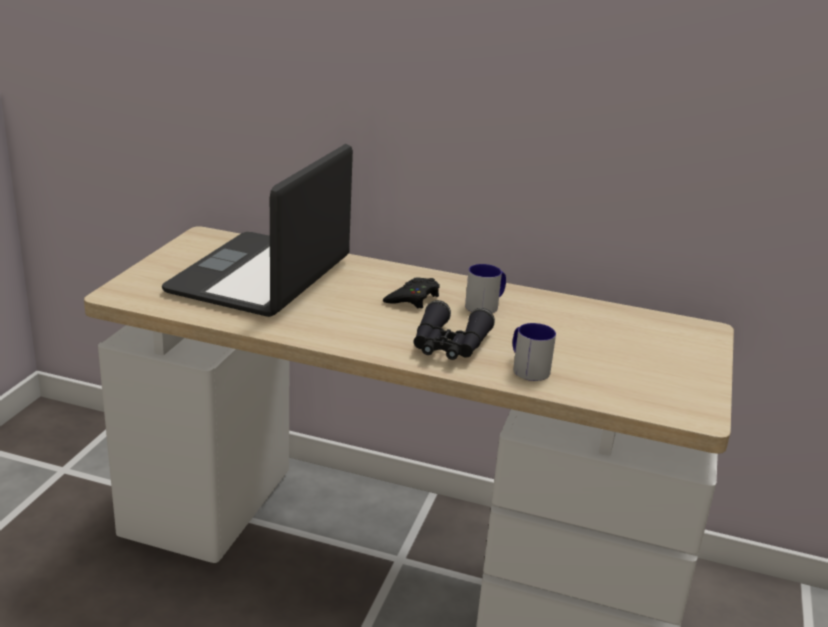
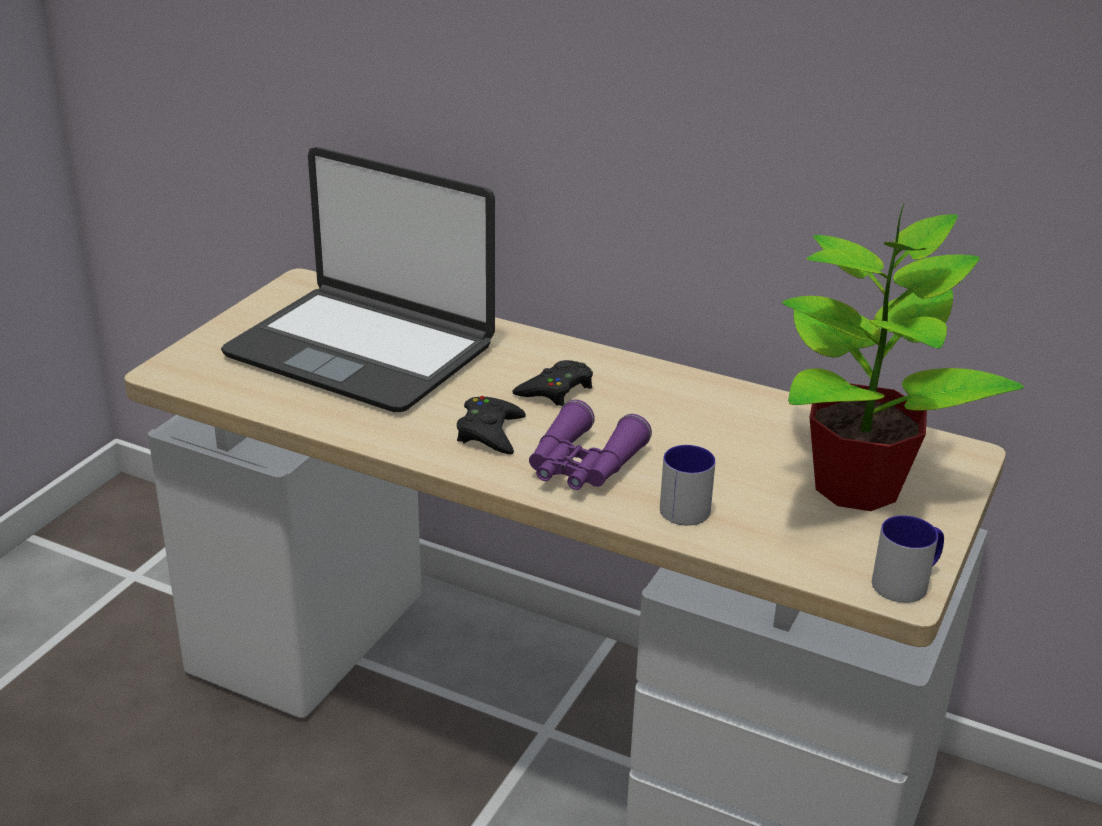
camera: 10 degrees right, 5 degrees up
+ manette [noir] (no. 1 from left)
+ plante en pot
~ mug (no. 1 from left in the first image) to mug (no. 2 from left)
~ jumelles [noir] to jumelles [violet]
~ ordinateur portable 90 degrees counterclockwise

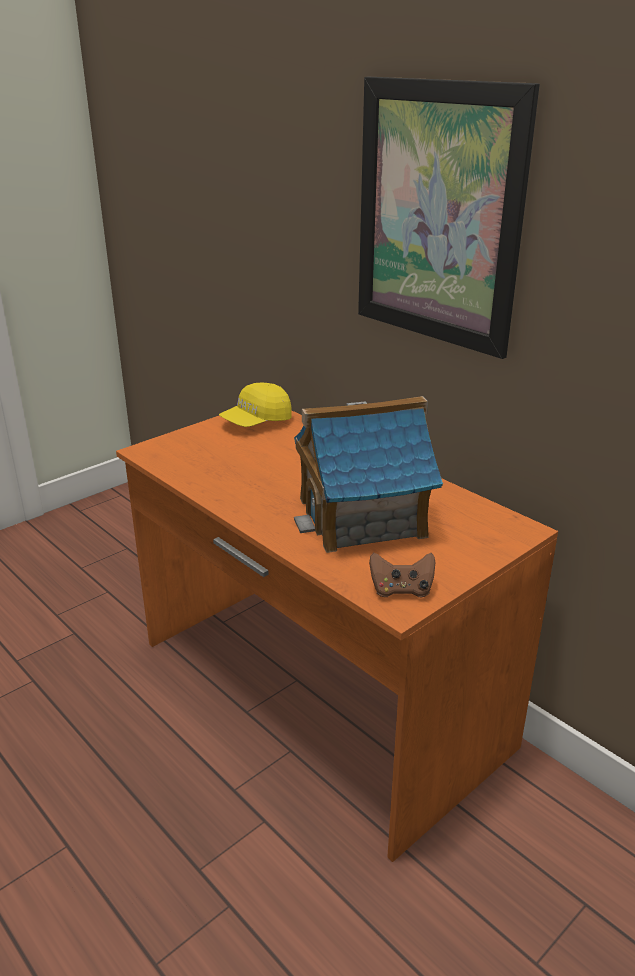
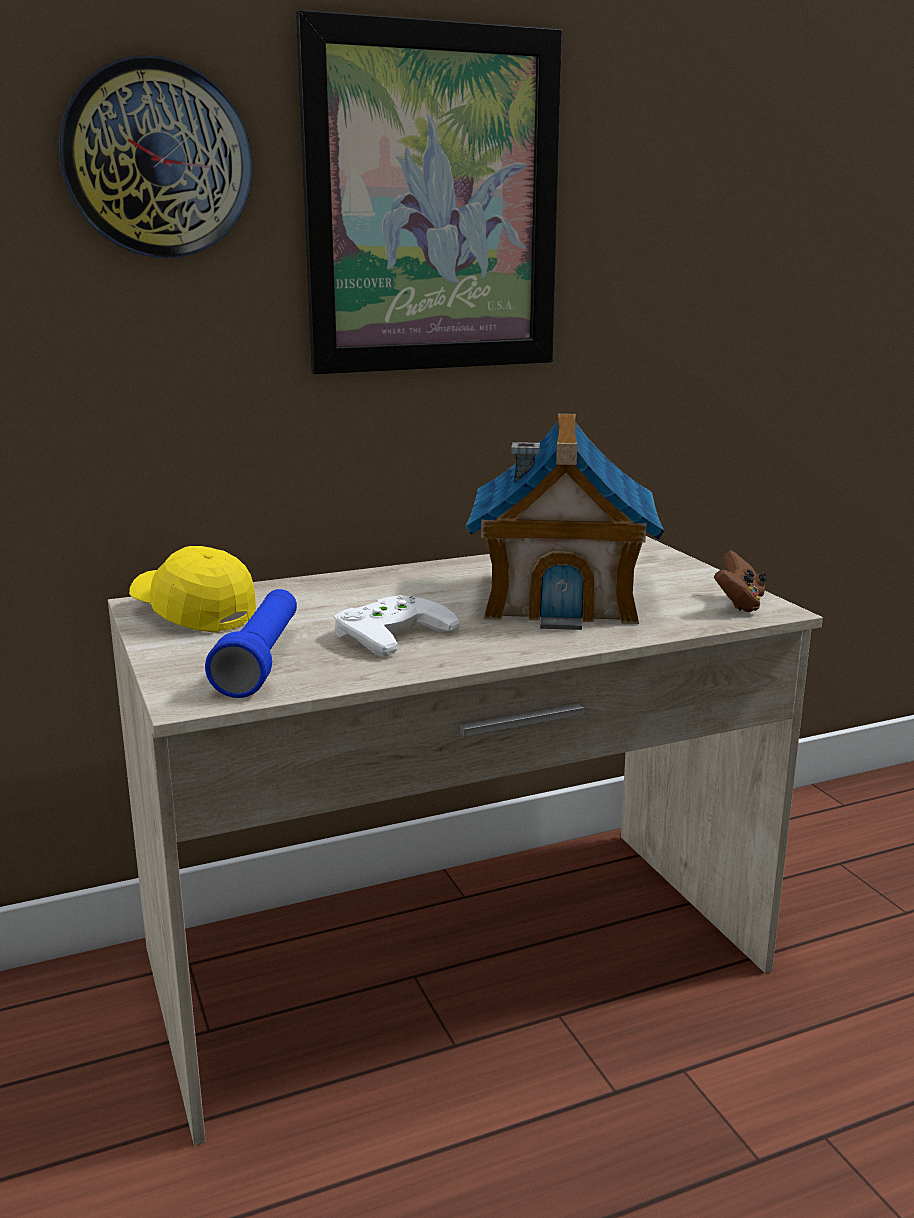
camera: 70 degrees left, 10 degrees down
+ horloge murale
+ lampe de poche [bleu]
+ manette [blanc]
~ bureau [orange] to bureau [beige]
~ casquette [jaune] 150 degrees clockwise

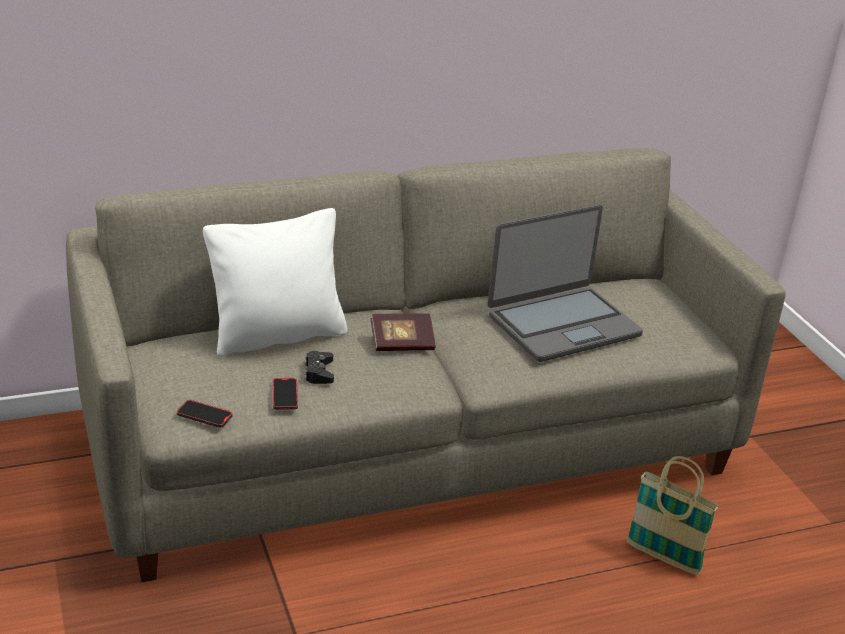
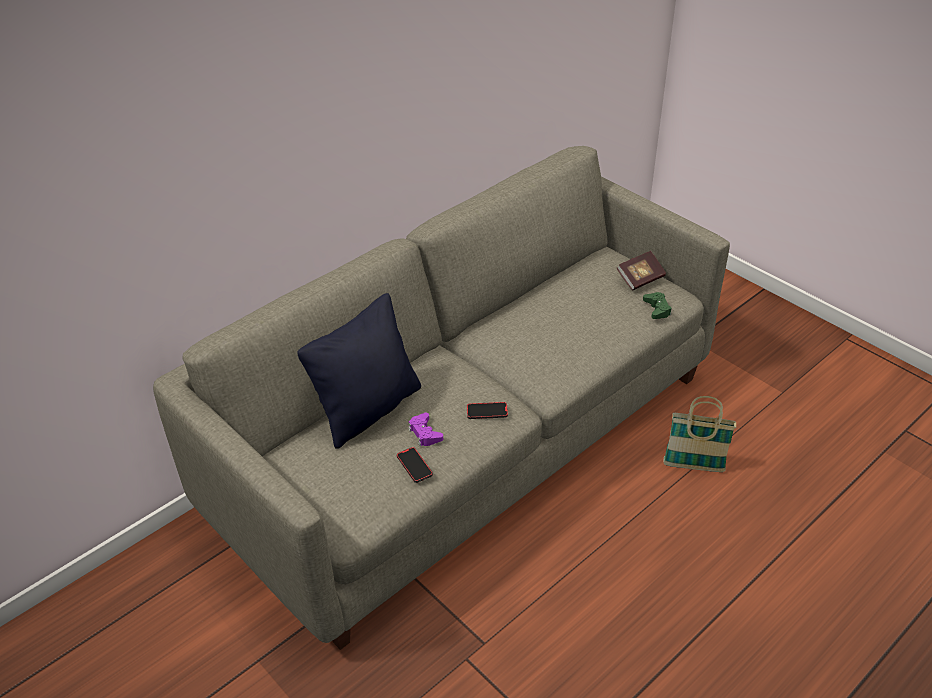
camera: 20 degrees left, 10 degrees up
- ordinateur portable
+ manette [vert]
~ téléphone (no. 1 from left in the first image) to téléphone (no. 2 from left)
~ livre
~ coussin [blanc] to coussin [noir]
~ manette [noir] to manette [violet]

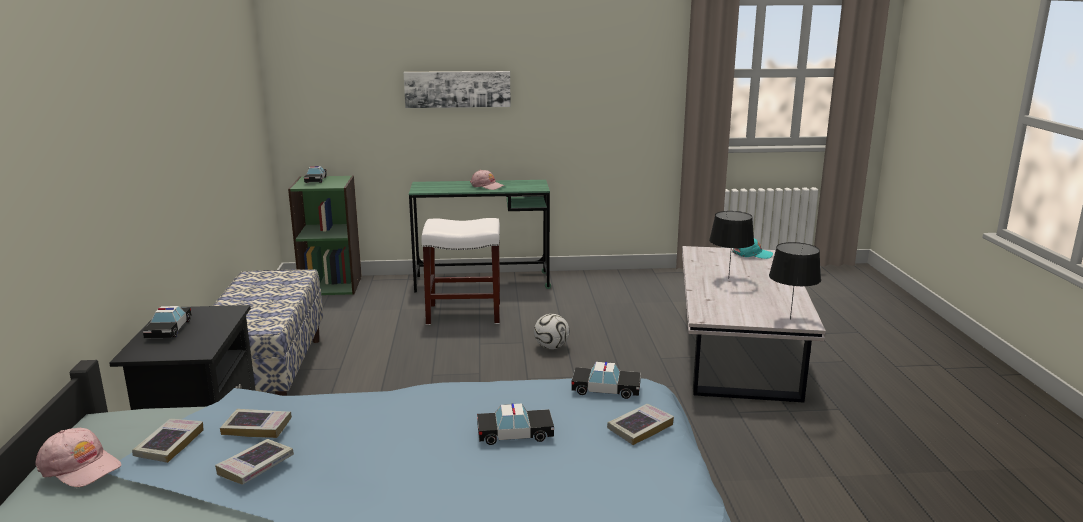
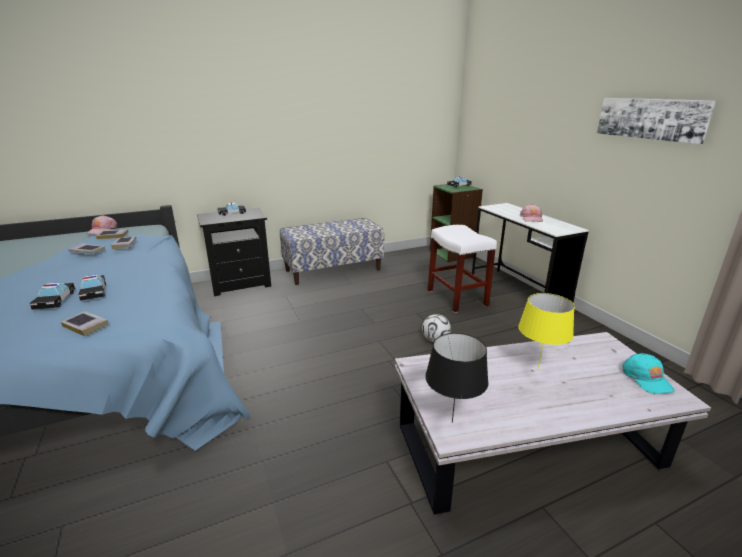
camera: 70 degrees right, 5 degrees up
~ tableau
~ petite voiture (no. 4 from left in the first image) to petite voiture (no. 1 from left)
~ bureau [vert] to bureau [blanc]
~ lampe de table [noir] (no. 1 from left) to lampe de table [jaune]

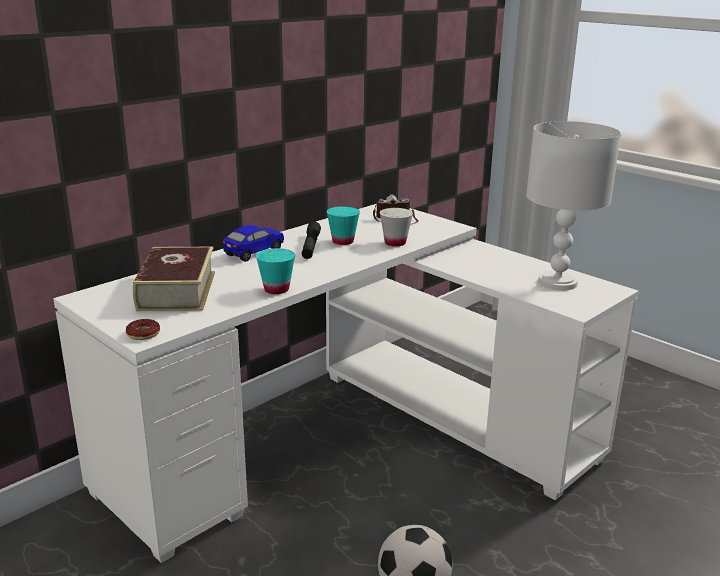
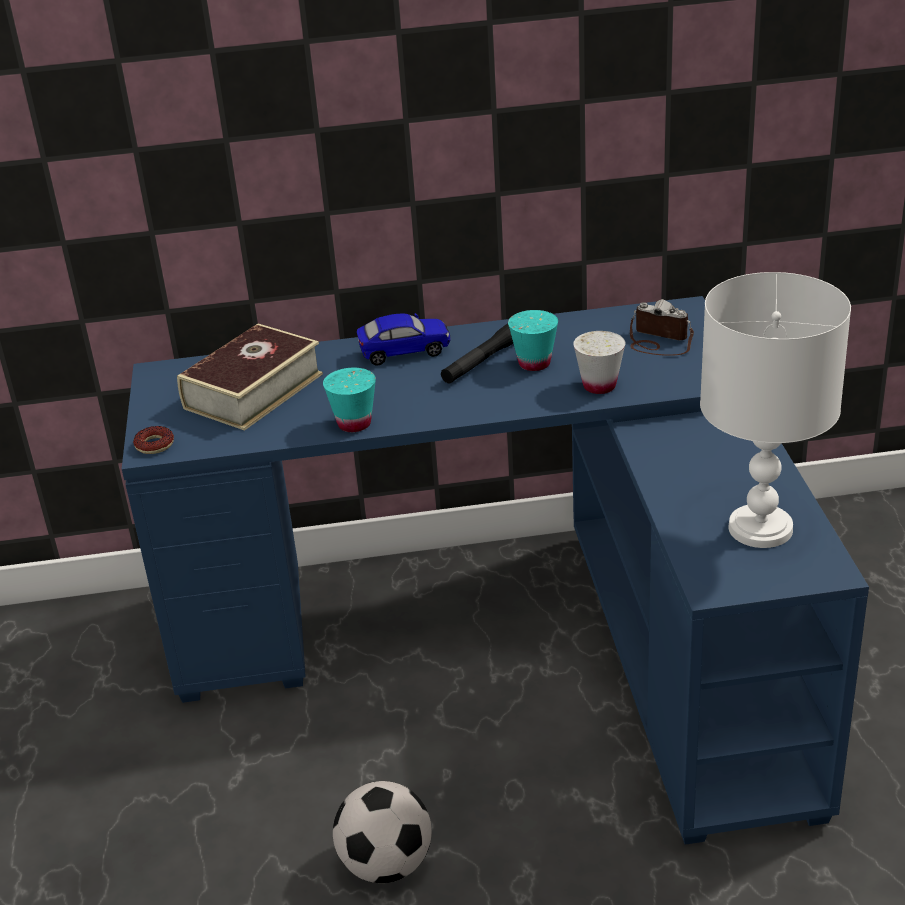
camera: 40 degrees right, 10 degrees up
~ bureau [blanc] to bureau [bleu]

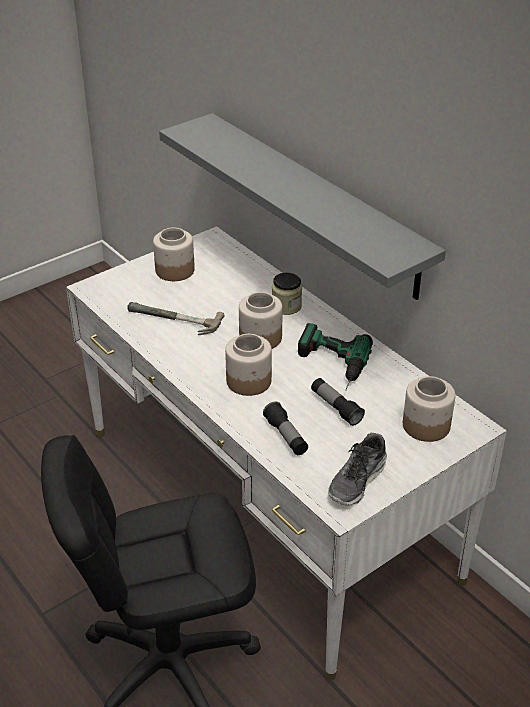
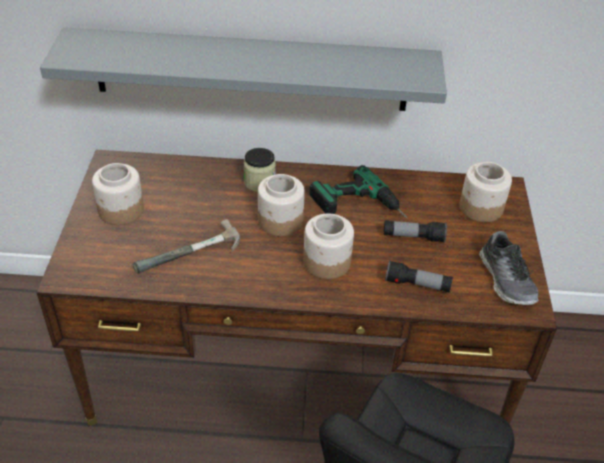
camera: 50 degrees left, 5 degrees up
~ bureau [blanc] to bureau [marron]

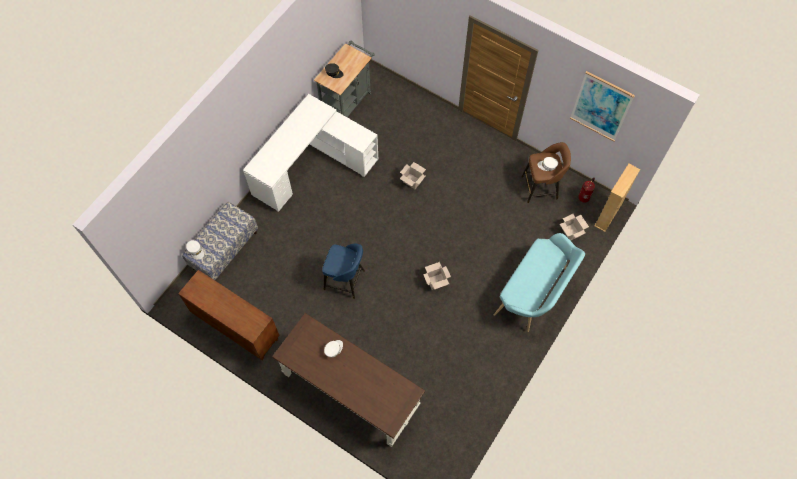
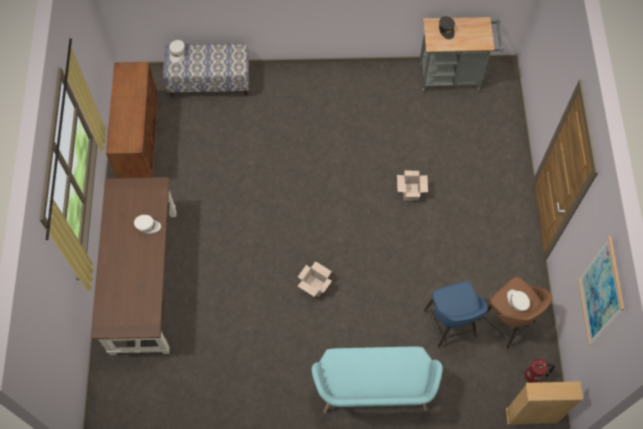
camera: 55 degrees right, 0 degrees up
- bureau [blanc]
- carton (no. 3 from left)
~ tabouret [bleu]

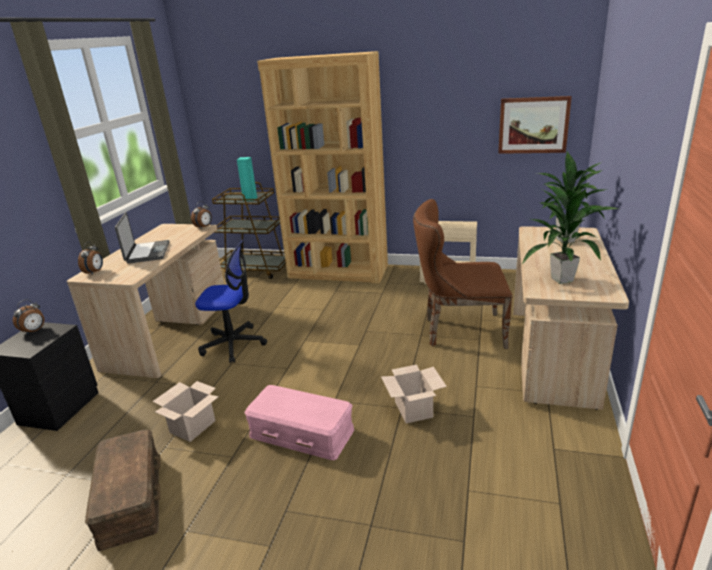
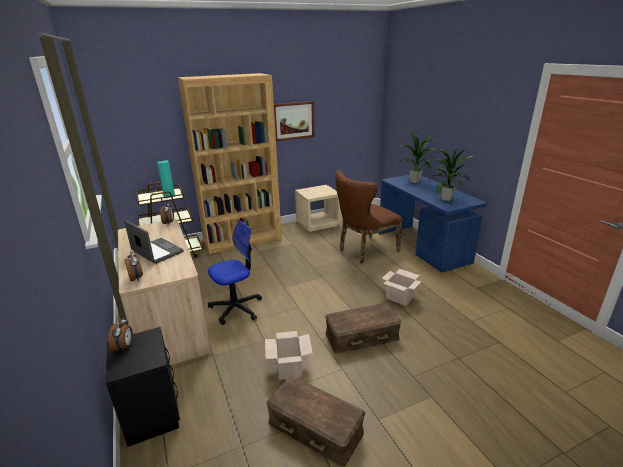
camera: 40 degrees left, 0 degrees up
~ tableau
~ boîte de rangement [rose] to boîte de rangement [marron] (no. 2 from left)
~ bureau [beige] (no. 2 from left) to bureau [bleu]

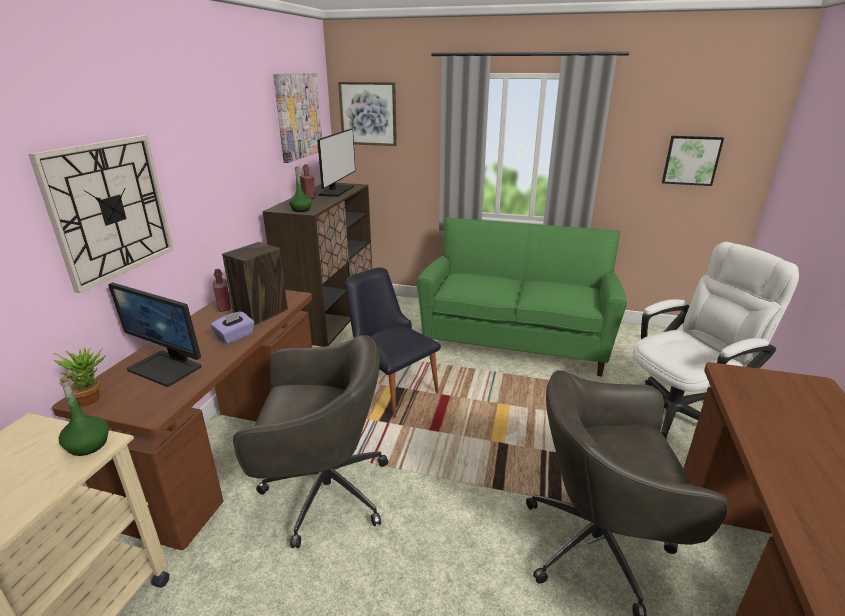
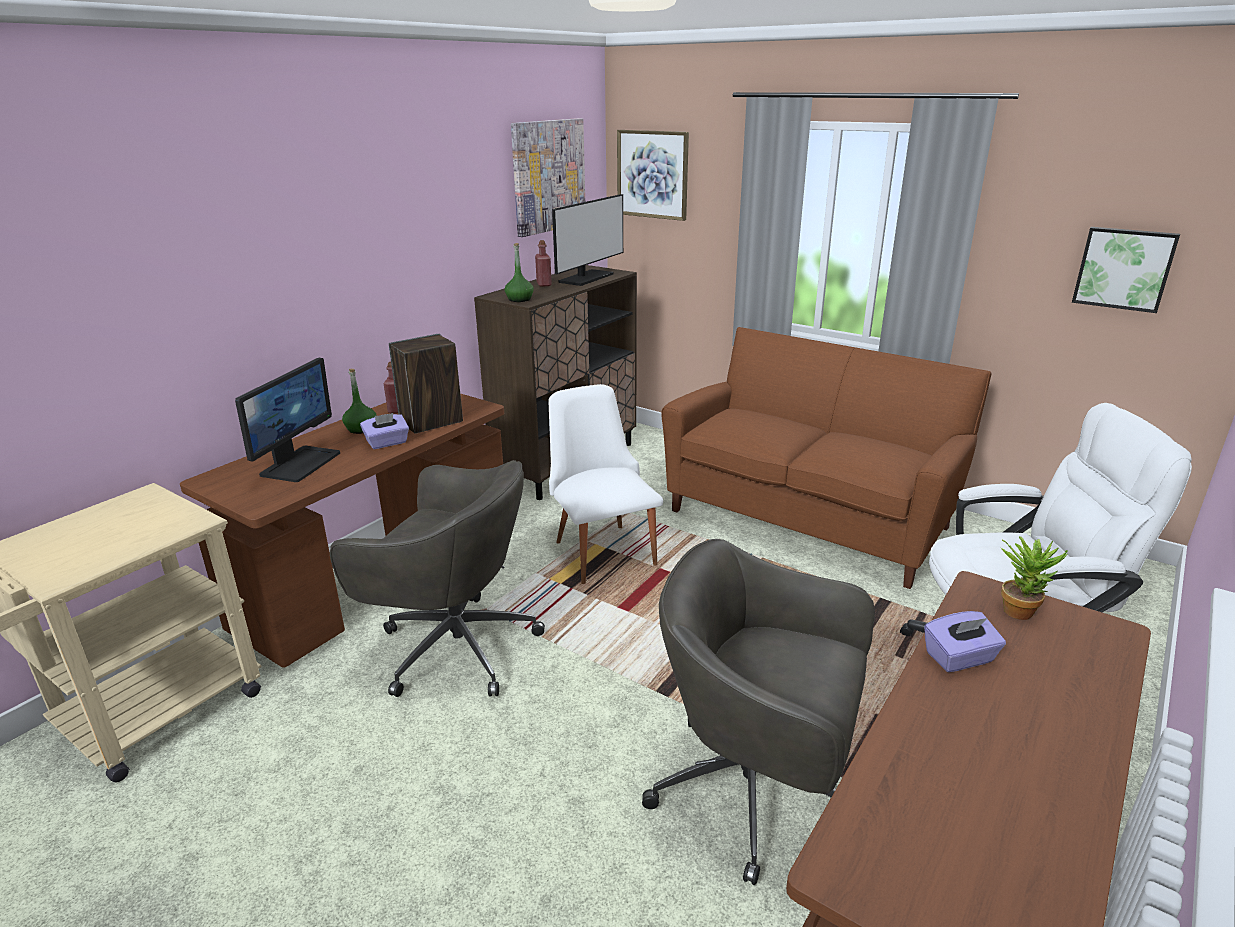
camera: 20 degrees right, 0 degrees up
- horloge murale
+ boîte à mouchoirs [violet] (no. 2 from left)
~ plante en pot
~ bouteille [vert] (no. 1 from left)
~ chaise [noir] to chaise [blanc]
~ canapé [vert] to canapé [marron]
~ écran d'ordinateur (no. 1 from left) 120 degrees counterclockwise

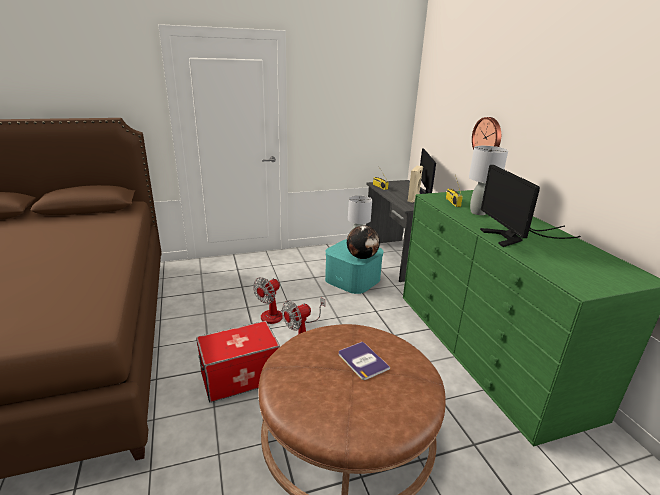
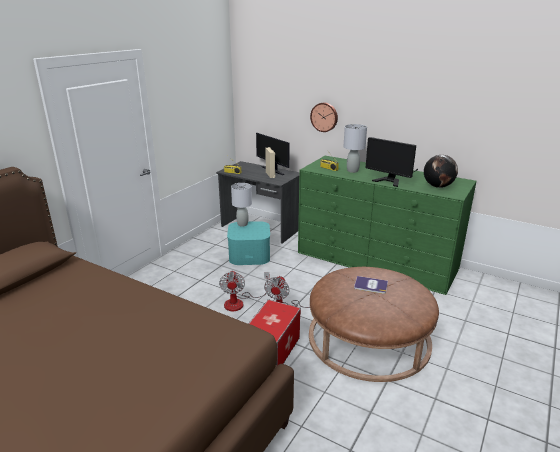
camera: 40 degrees left, 0 degrees up
~ globe

